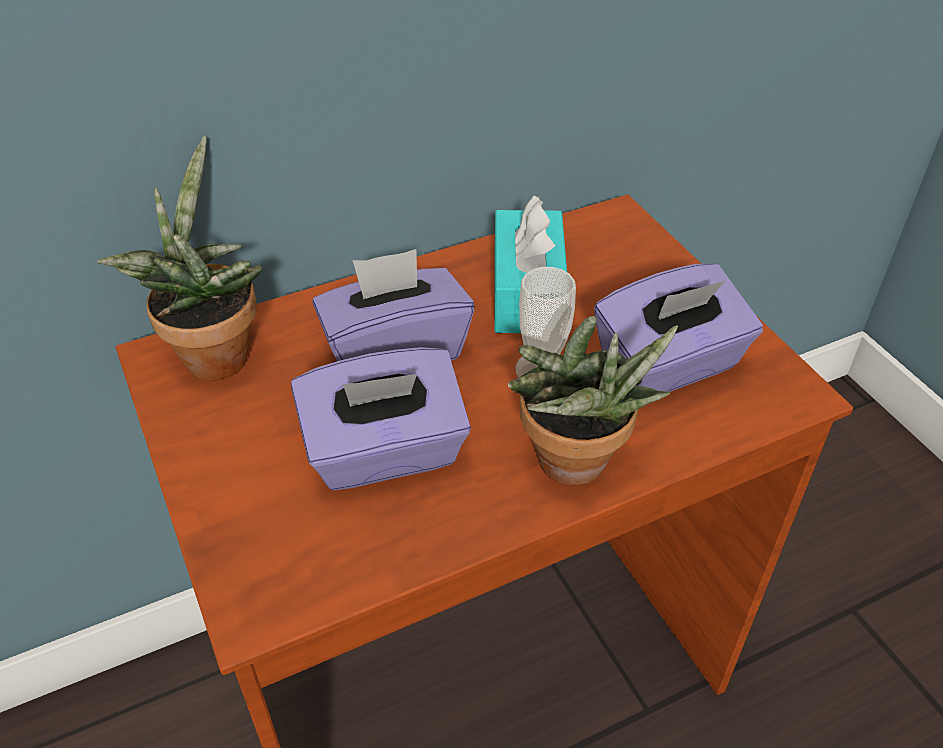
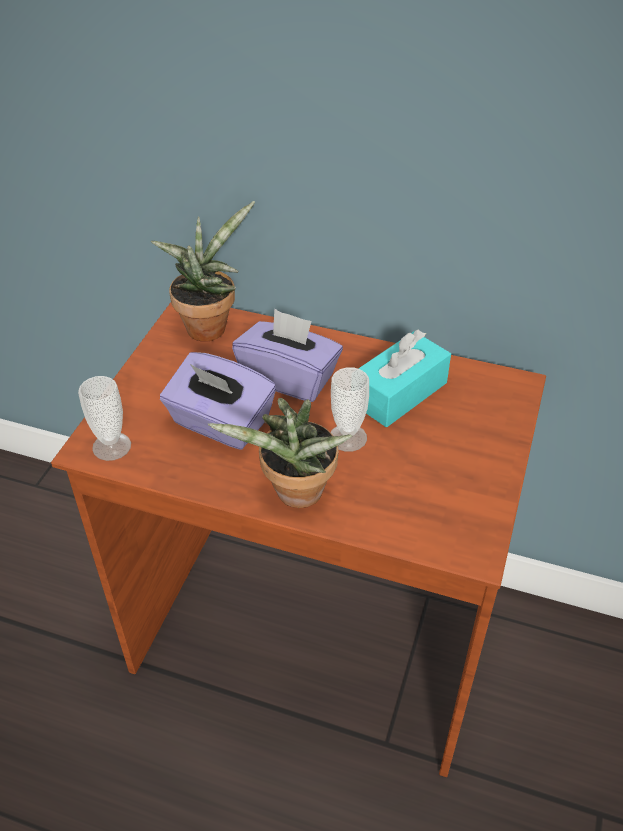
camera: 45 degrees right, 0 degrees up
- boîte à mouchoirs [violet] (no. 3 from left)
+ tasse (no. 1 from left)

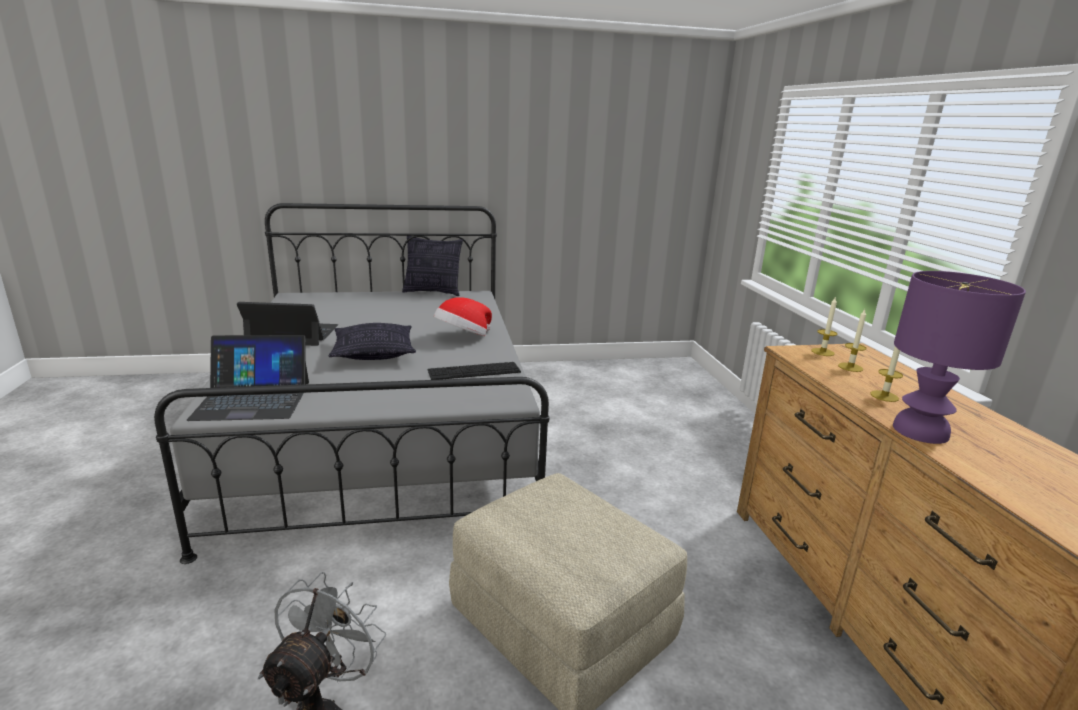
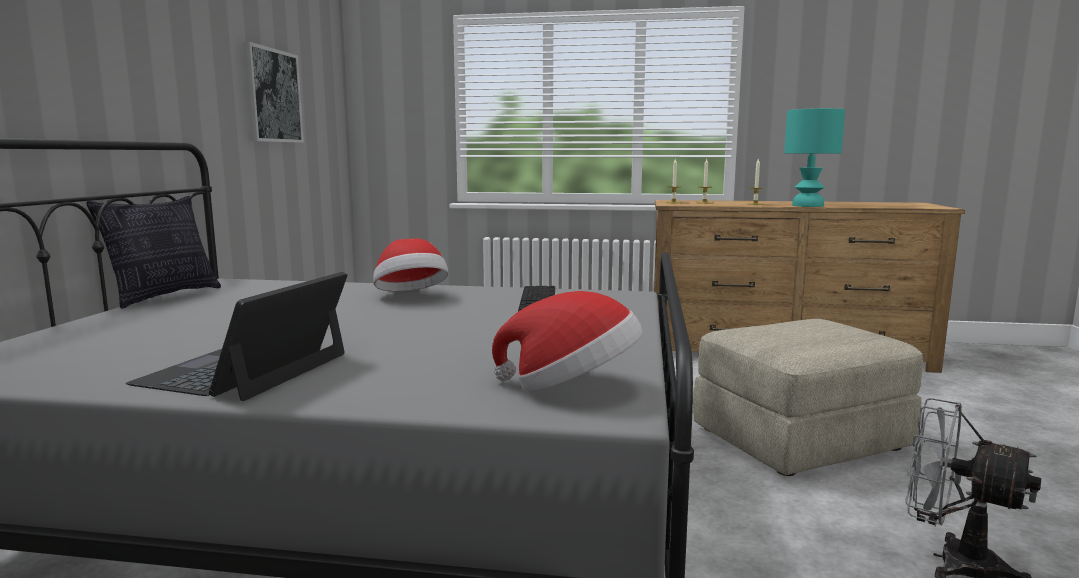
camera: 70 degrees left, 10 degrees down
- coussin (no. 1 from left)
+ tableau
~ ordinateur portable (no. 1 from left) to chapeau (no. 2 from left)
~ lampe de table [violet] to lampe de table [turquoise]

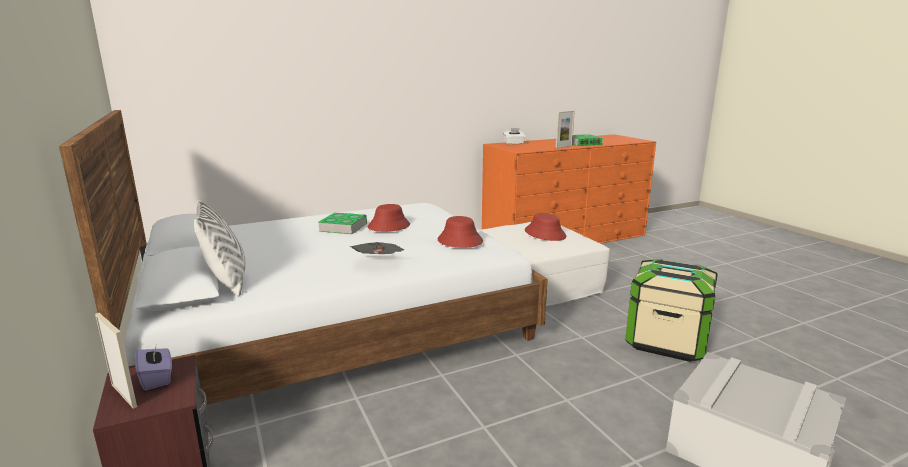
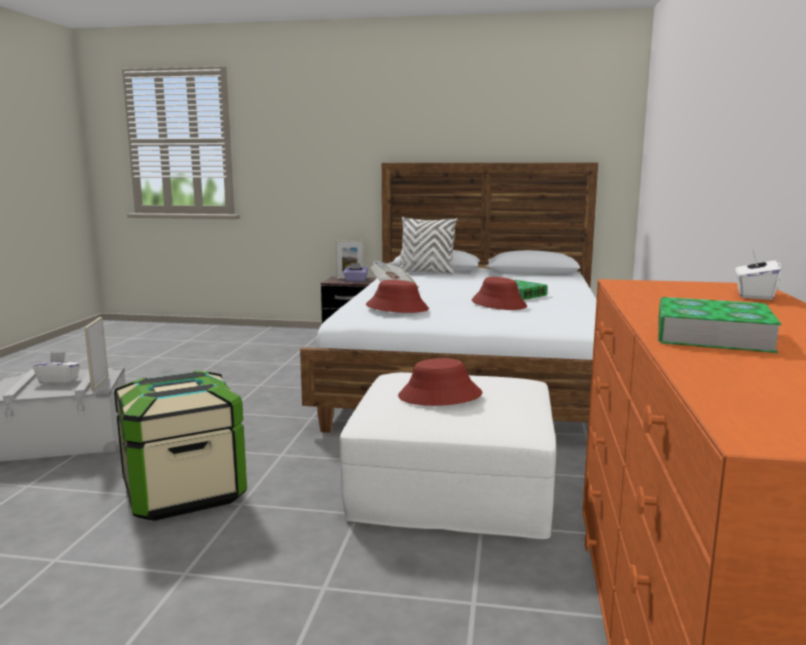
camera: 125 degrees right, 5 degrees down
+ boîte à mouchoirs [blanc] (no. 1 from left)
~ cadre photo (no. 2 from left in the first image) to cadre photo (no. 1 from left)

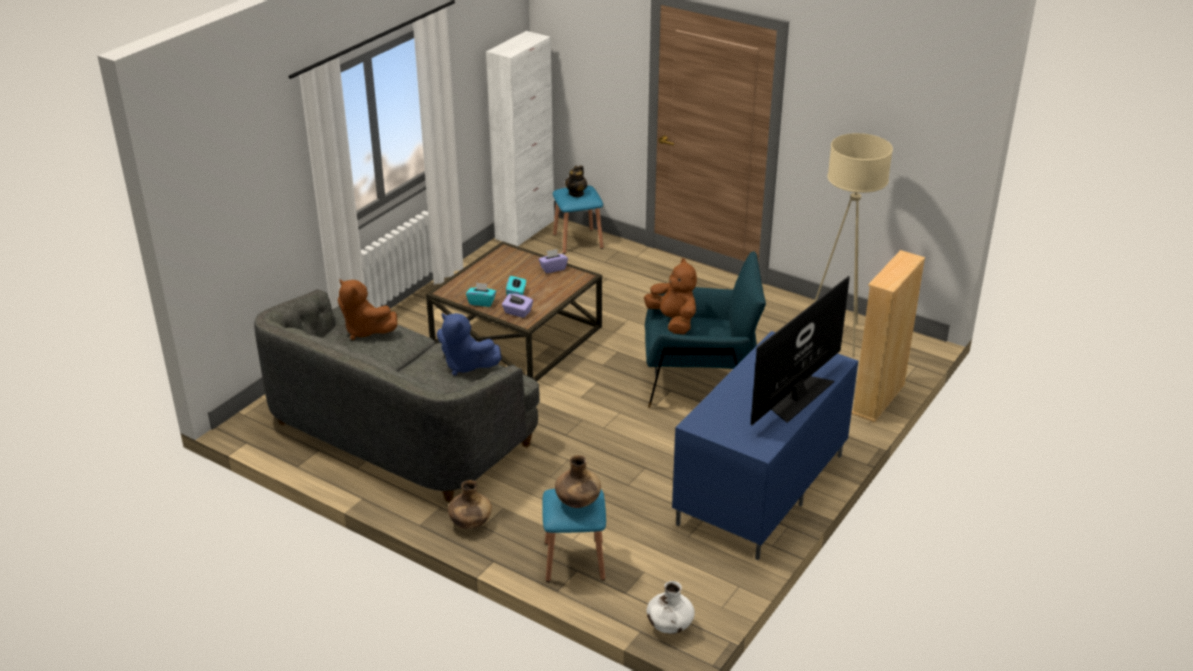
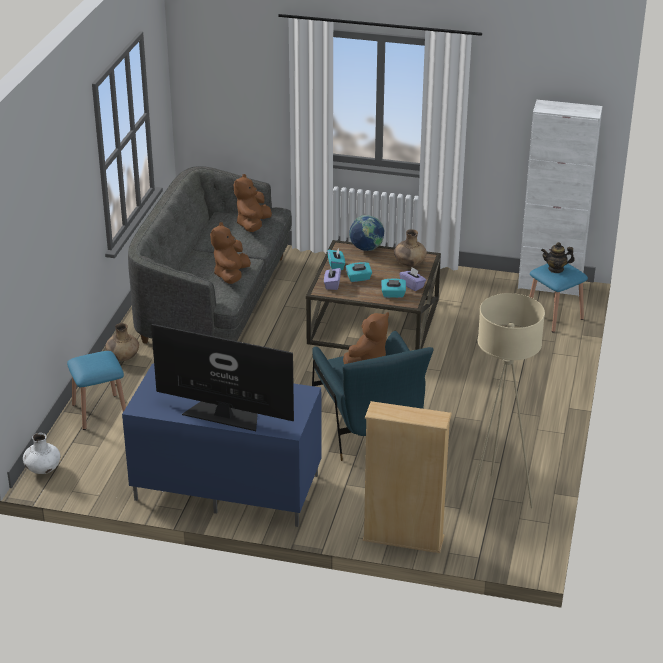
camera: 70 degrees right, 0 degrees up
+ globe
+ boîte à mouchoirs [turquoise] (no. 3 from left)
~ vase [marron] (no. 2 from left)
~ peluche [bleu] to peluche [marron] (no. 1 from left)

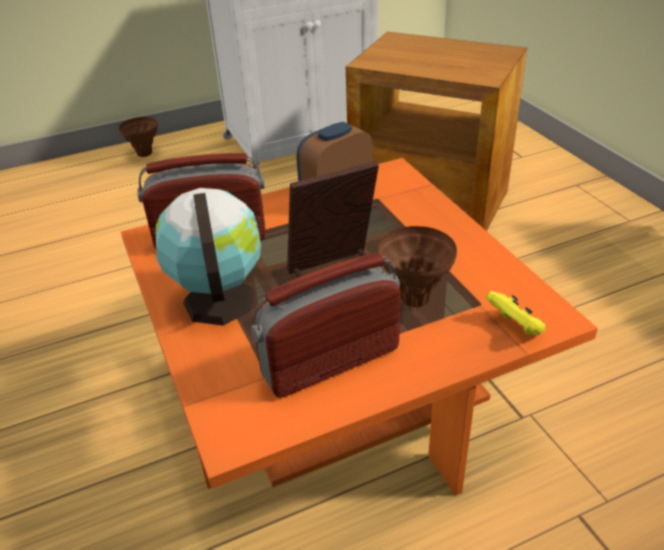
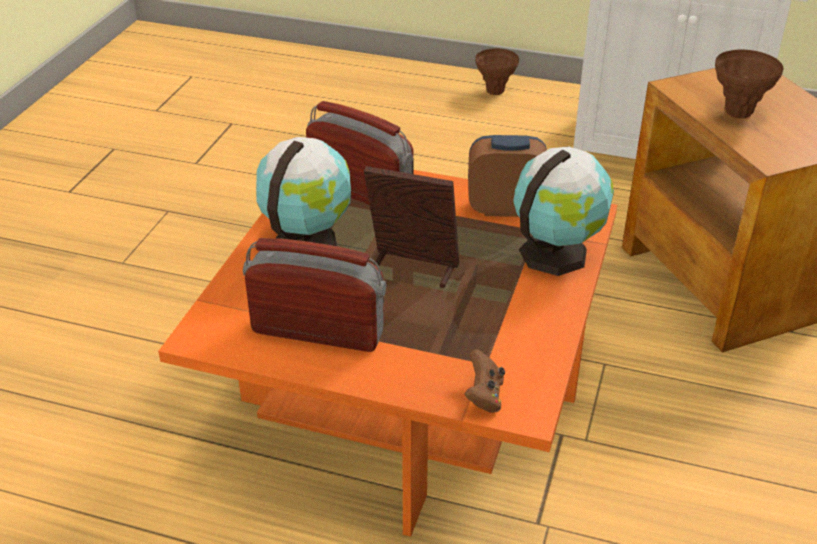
camera: 40 degrees right, 0 degrees up
+ globe (no. 2 from left)
~ vase [marron] (no. 2 from left)
~ manette [jaune] to manette [marron]

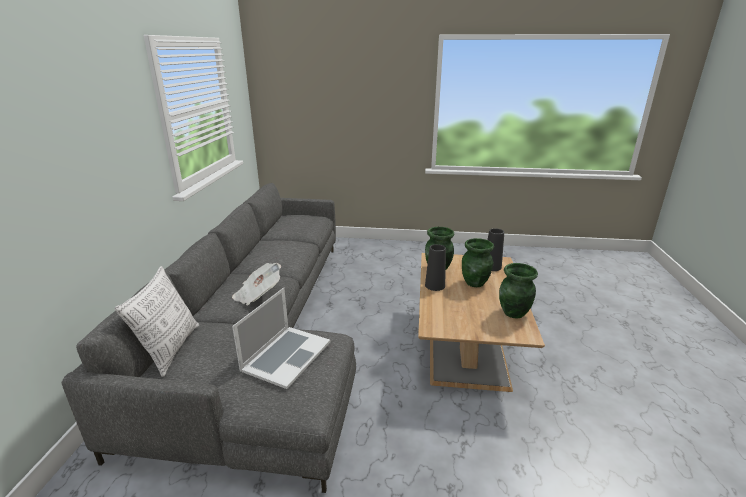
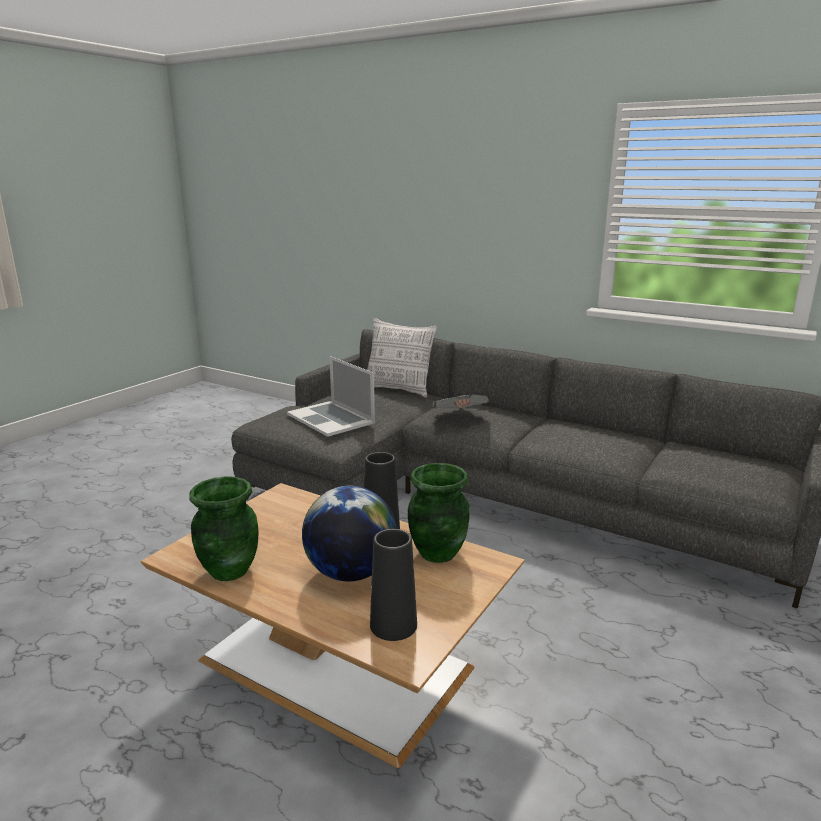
camera: 115 degrees right, 5 degrees down
~ vase [vert] (no. 2 from left) to globe

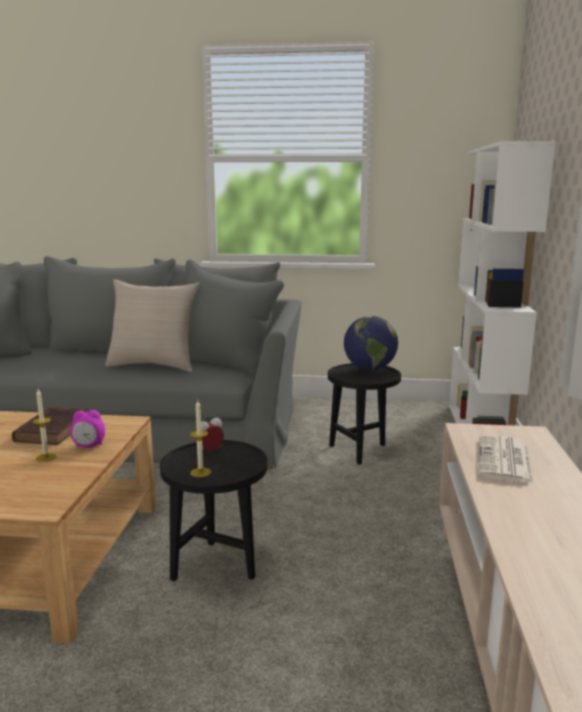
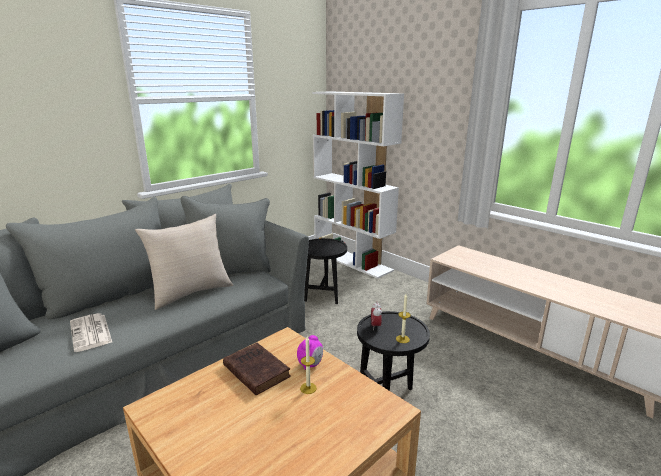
camera: 50 degrees left, 5 degrees up
- globe
~ journal

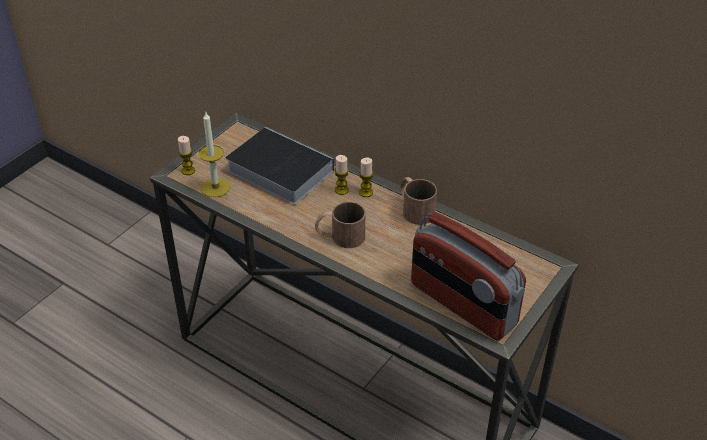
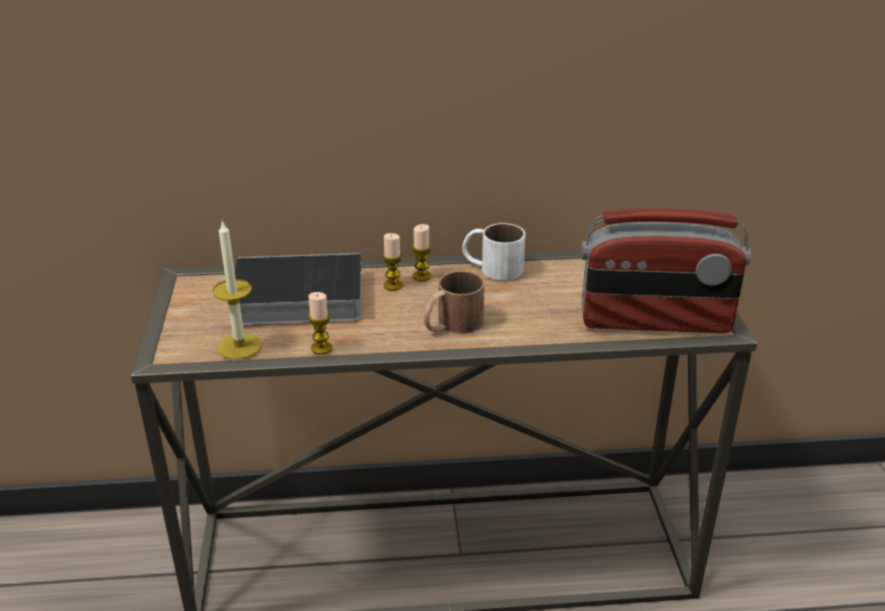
camera: 40 degrees left, 10 degrees down
~ bougie (no. 1 from left in the first image) to bougie (no. 2 from left)
~ mug [marron] (no. 2 from left) to mug [blanc]

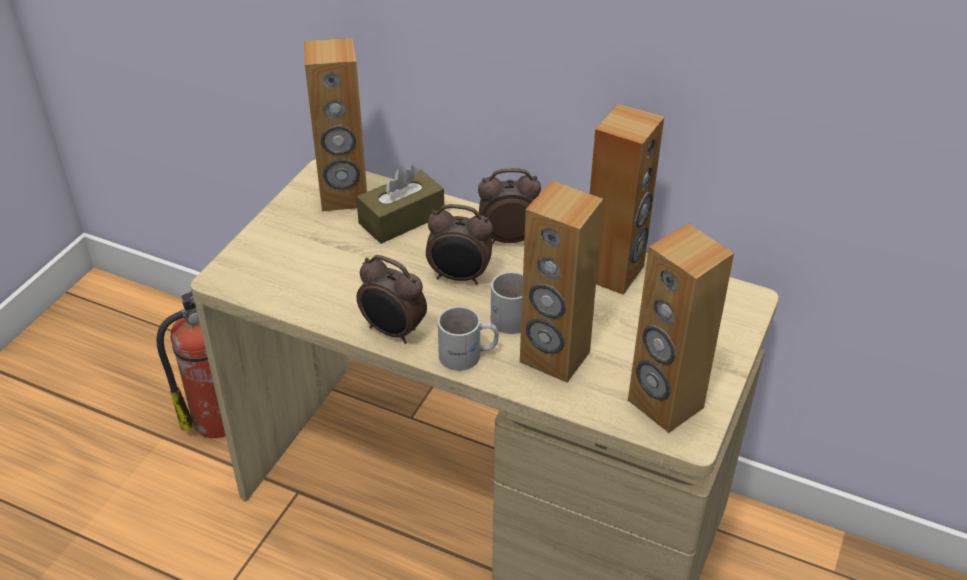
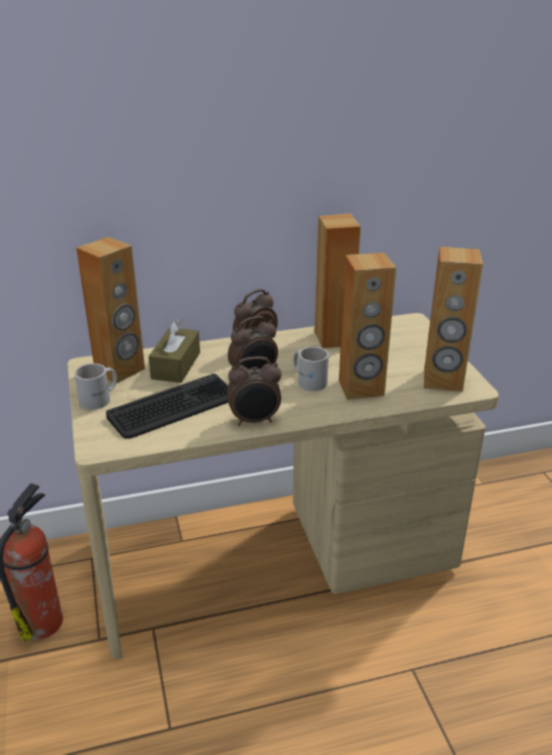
camera: 40 degrees left, 10 degrees down
+ clavier
~ mug [blanc] (no. 1 from left)

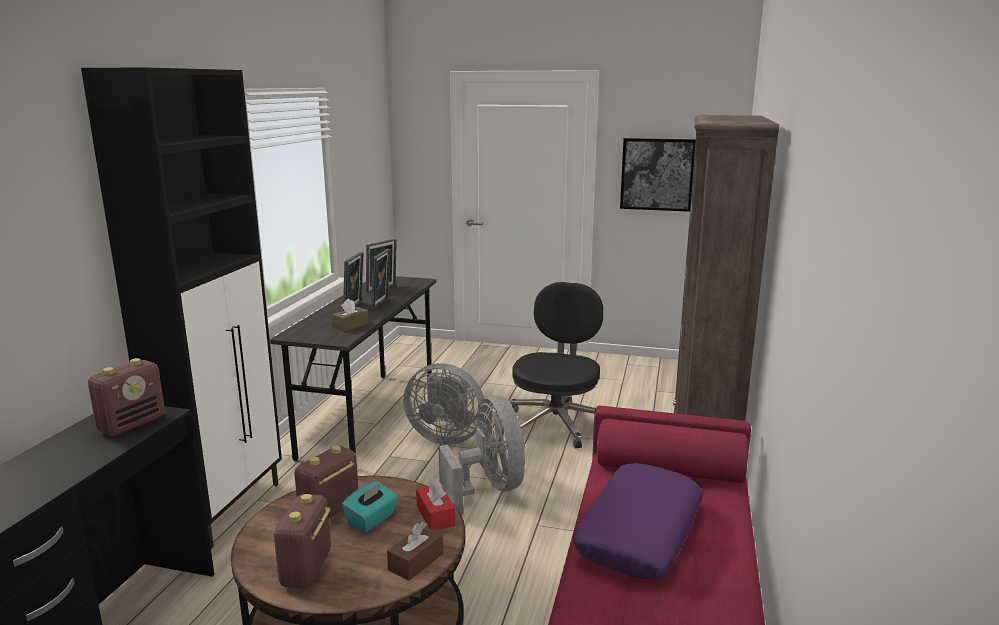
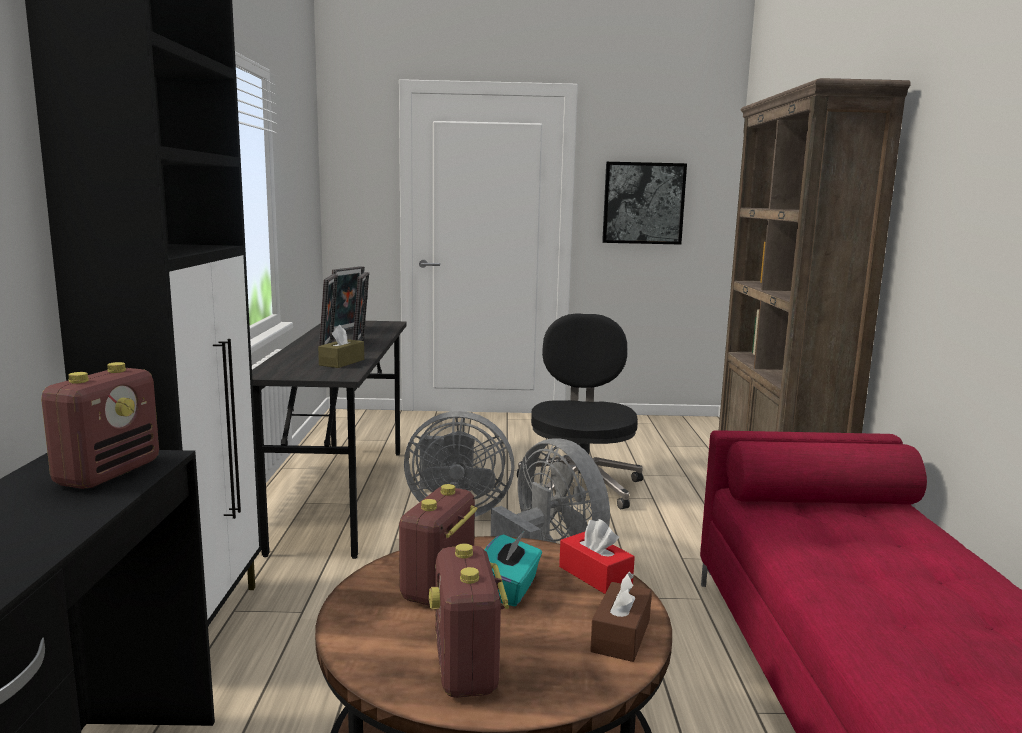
camera: 15 degrees left, 5 degrees down
- coussin [violet]

